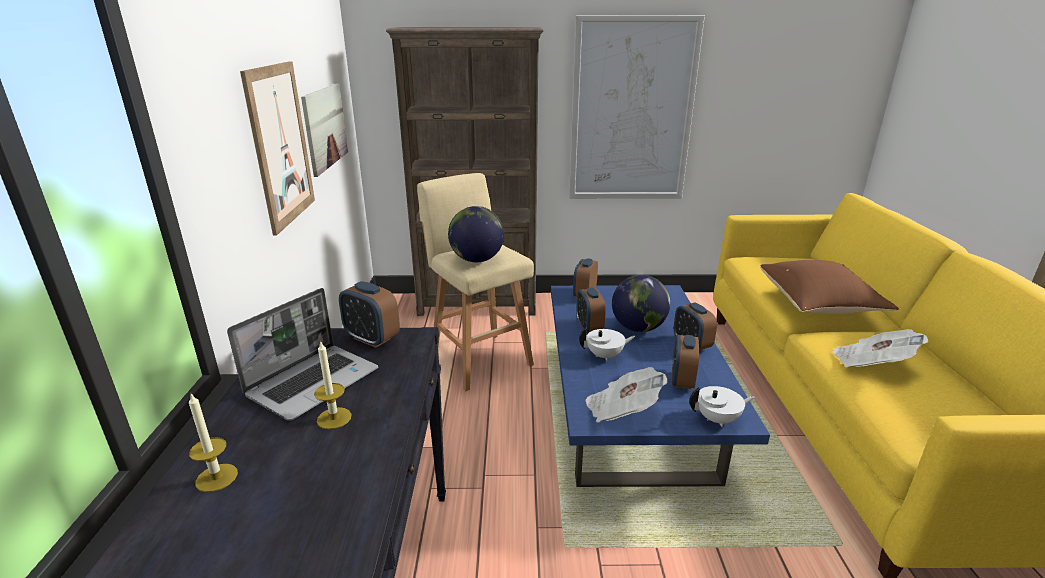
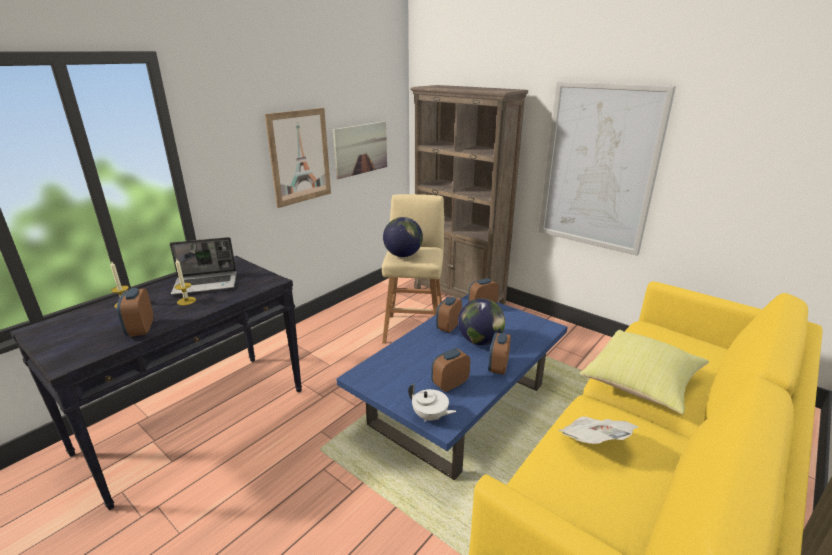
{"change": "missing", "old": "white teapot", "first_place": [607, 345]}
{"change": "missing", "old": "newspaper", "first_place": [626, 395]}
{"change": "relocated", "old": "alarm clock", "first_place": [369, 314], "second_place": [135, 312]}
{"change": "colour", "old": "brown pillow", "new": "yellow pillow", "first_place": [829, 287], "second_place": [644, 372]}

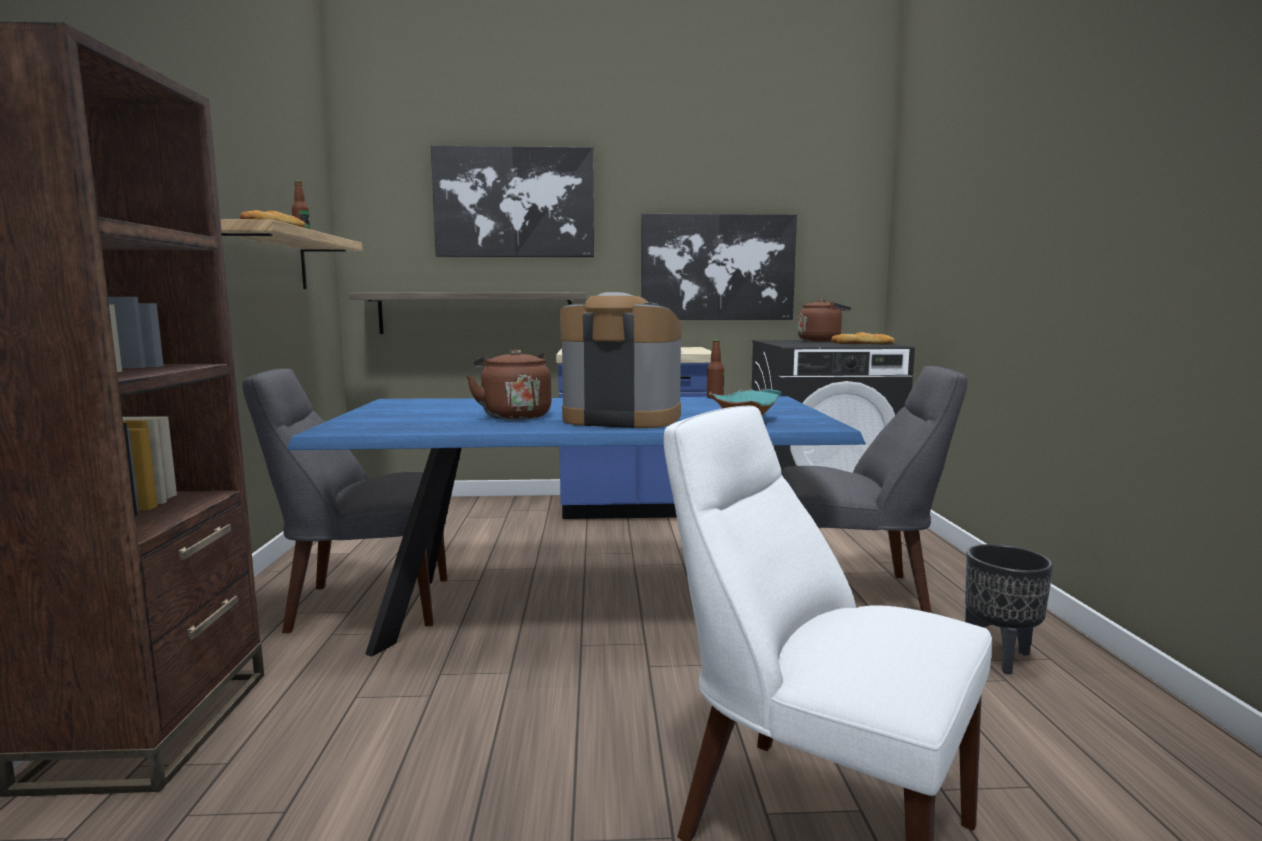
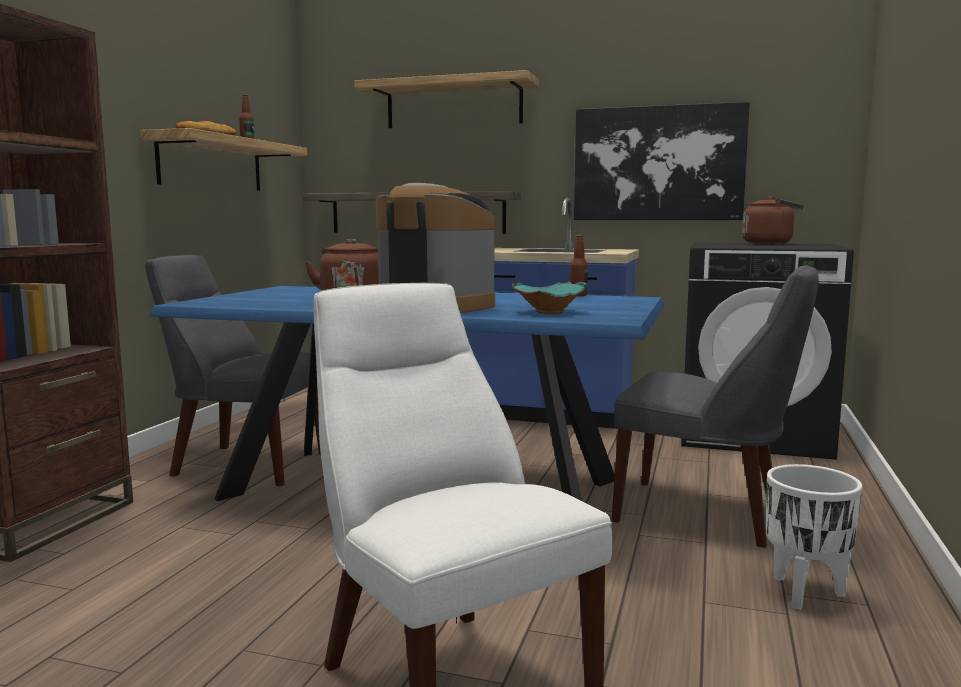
{"change": "missing", "old": "bread", "first_place": [863, 338]}
{"change": "exchanged", "old": "picture", "new": "shelf", "first_place": [512, 201], "second_place": [446, 99]}
{"change": "colour", "old": "black planter", "new": "white planter", "first_place": [1009, 609], "second_place": [814, 537]}

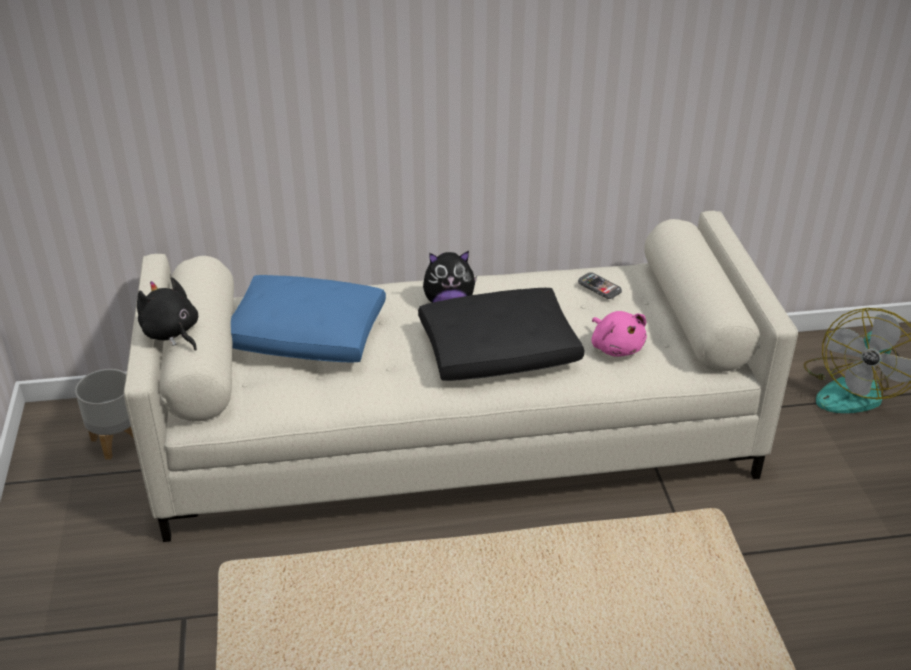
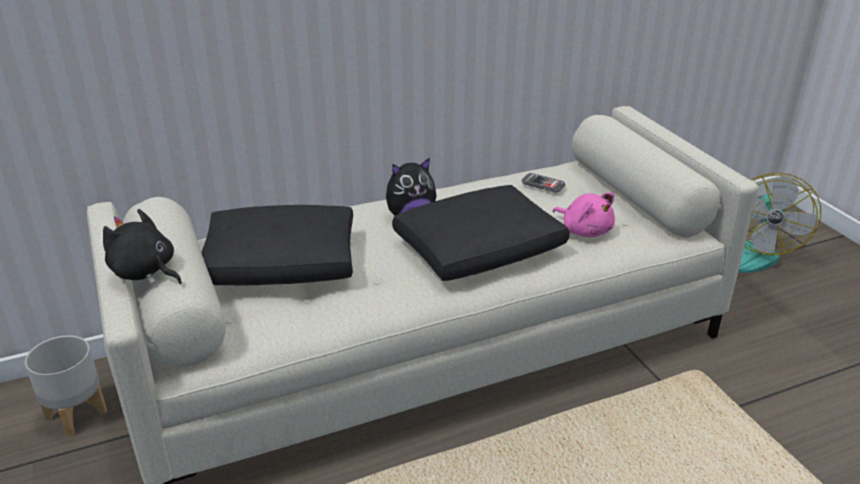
{"change": "colour", "old": "blue pillow", "new": "black pillow", "first_place": [308, 318], "second_place": [277, 245]}

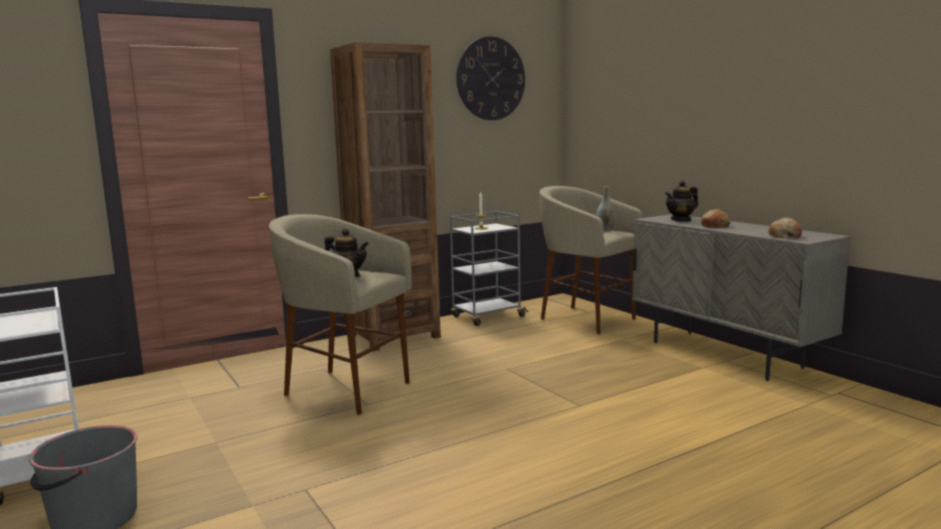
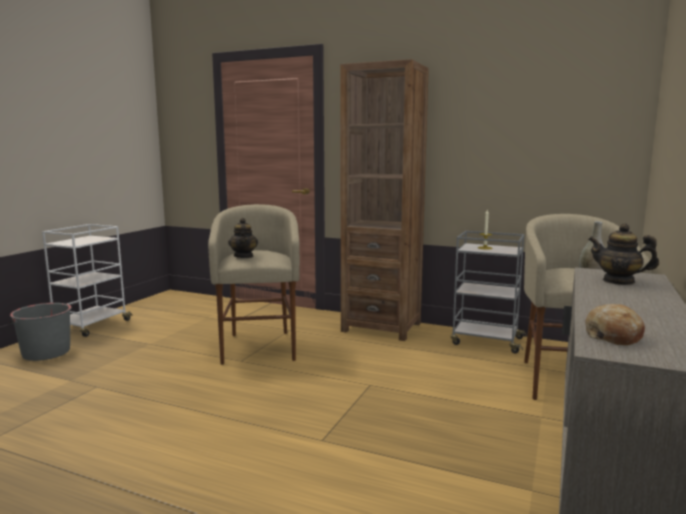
{"change": "missing", "old": "wall clock", "first_place": [490, 78]}
{"change": "missing", "old": "bread", "first_place": [715, 218]}

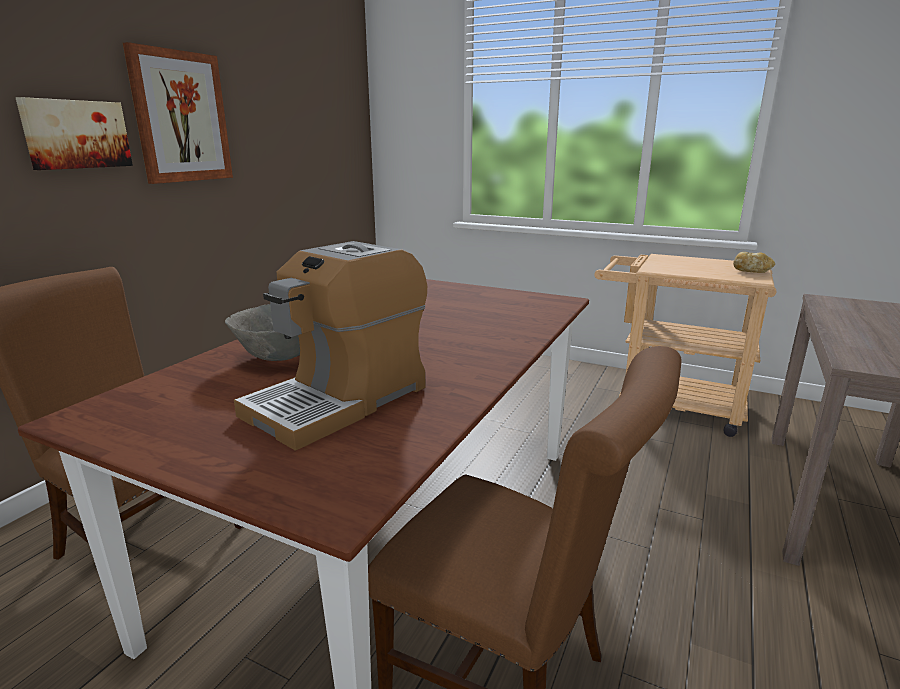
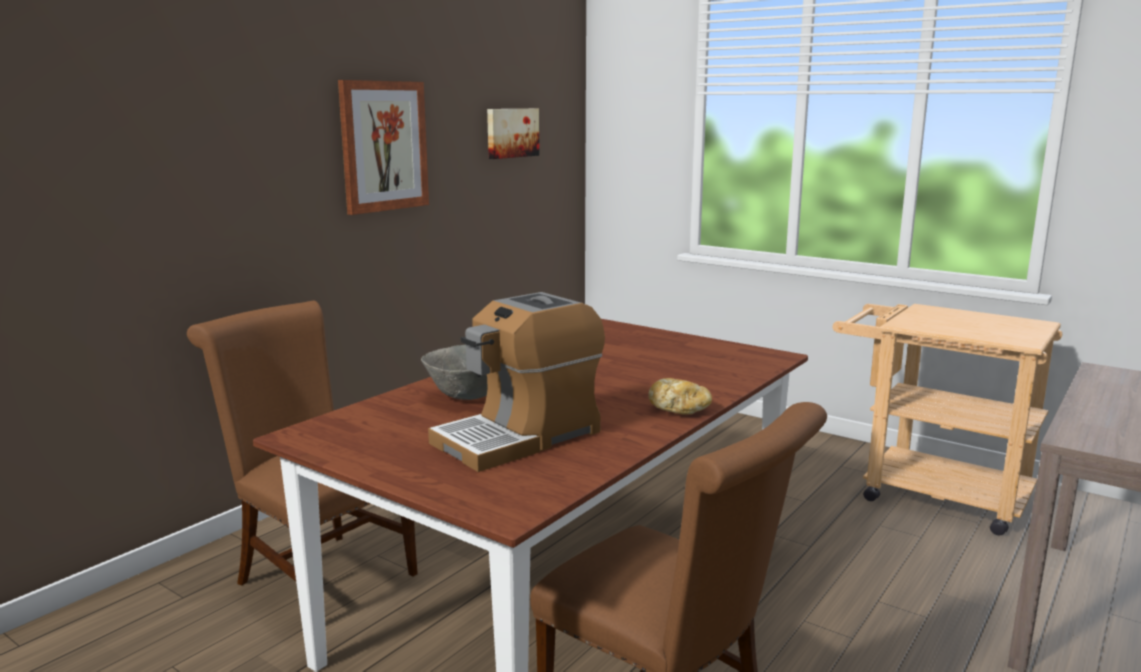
{"change": "relocated", "old": "picture", "first_place": [74, 133], "second_place": [513, 134]}
{"change": "relocated", "old": "bread", "first_place": [754, 262], "second_place": [680, 396]}

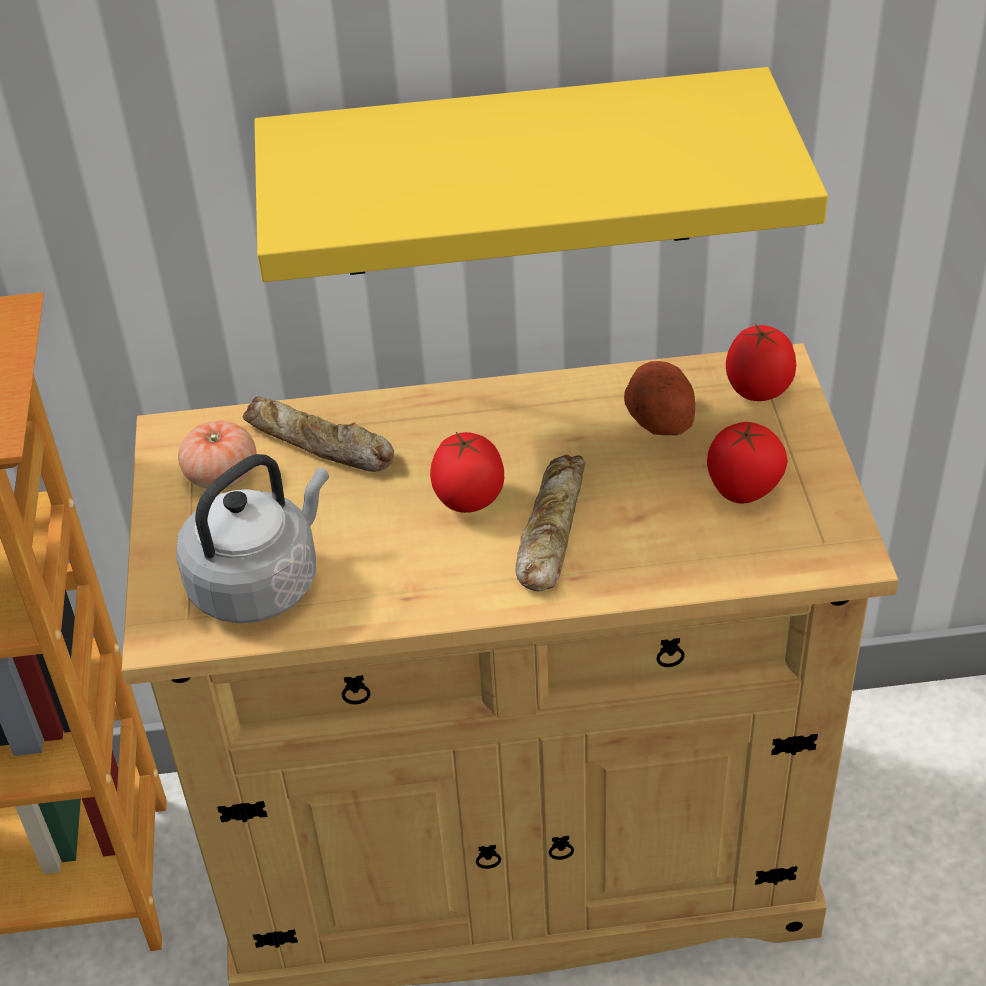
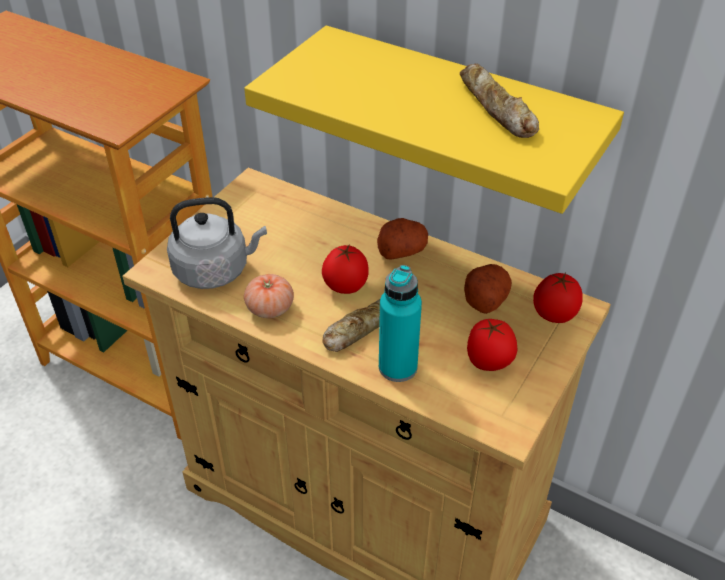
{"change": "appeared", "new": "potato", "second_place": [402, 239]}
{"change": "appeared", "new": "turquoise bottle", "second_place": [400, 323]}
{"change": "relocated", "old": "tomato", "first_place": [217, 454], "second_place": [269, 296]}
{"change": "relocated", "old": "bread", "first_place": [318, 434], "second_place": [499, 100]}

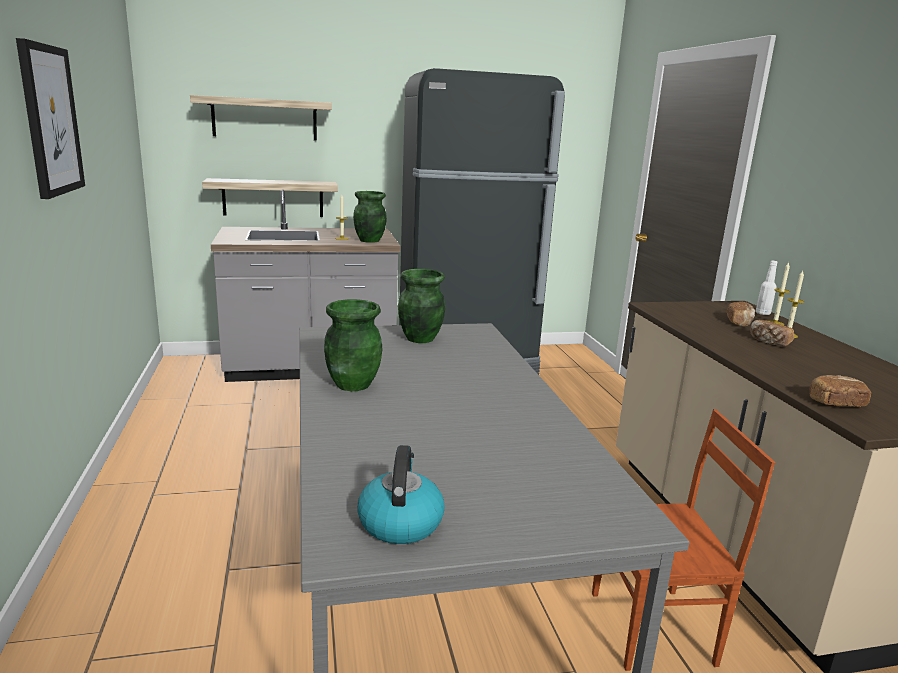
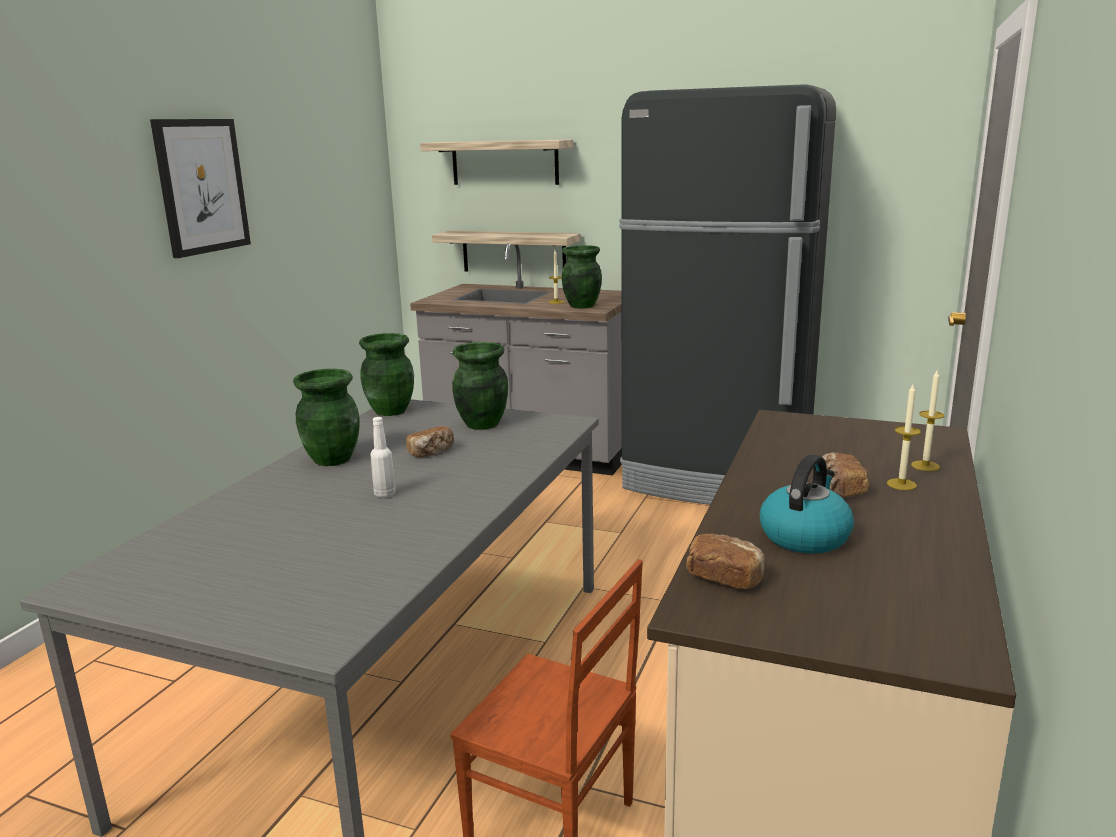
{"change": "appeared", "new": "green vase", "second_place": [386, 374]}
{"change": "relocated", "old": "kettle", "first_place": [401, 494], "second_place": [807, 504]}
{"change": "relocated", "old": "bread", "first_place": [741, 314], "second_place": [430, 441]}
{"change": "relocated", "old": "white bottle", "first_place": [767, 288], "second_place": [383, 457]}

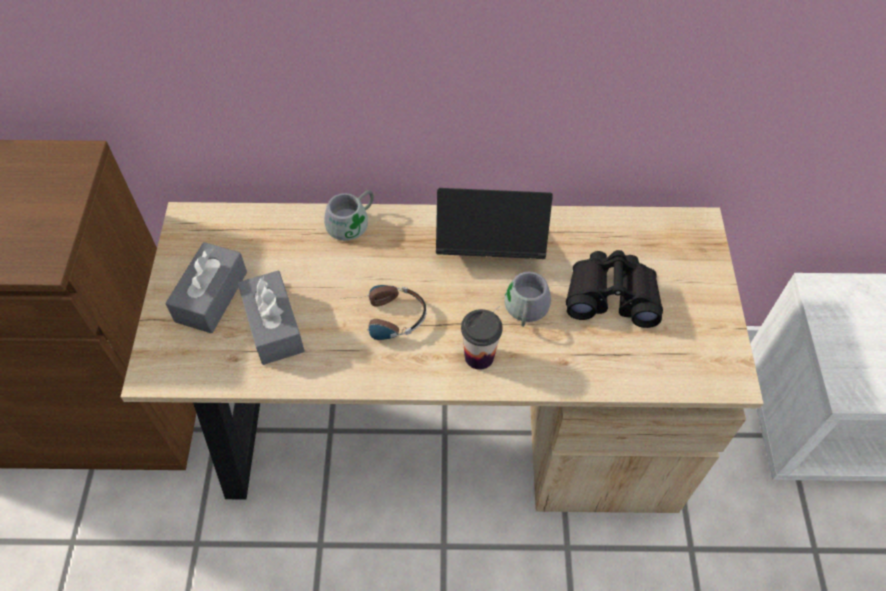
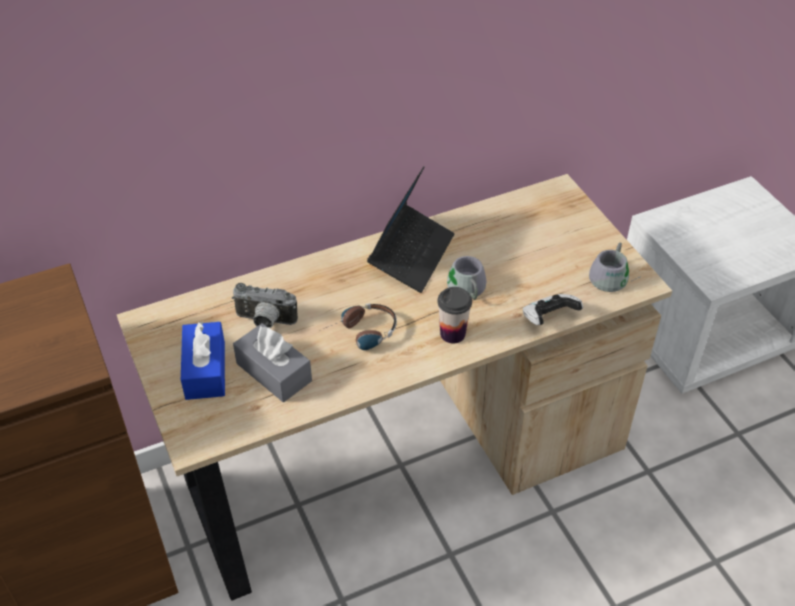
{"change": "missing", "old": "black binoculars", "first_place": [614, 289]}
{"change": "appeared", "new": "photo camera", "second_place": [265, 305]}
{"change": "appeared", "new": "game controller", "second_place": [553, 309]}
{"change": "relocated", "old": "grey mug", "first_place": [352, 215], "second_place": [615, 267]}
{"change": "colour", "old": "grey tissue box", "new": "blue tissue box", "first_place": [206, 287], "second_place": [203, 360]}
{"change": "spun", "old": "laptop", "first_place": [494, 223], "second_place": [410, 229], "degrees": 135}

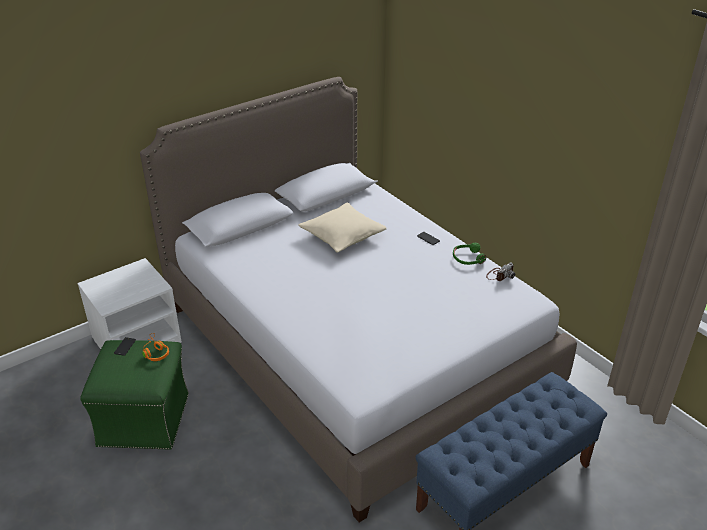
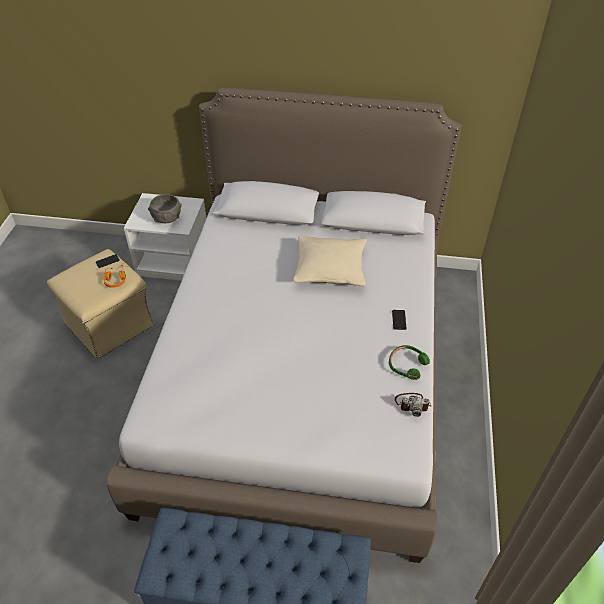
{"change": "appeared", "new": "grey bowl", "second_place": [165, 208]}
{"change": "colour", "old": "green ottoman", "new": "beige ottoman", "first_place": [134, 395], "second_place": [101, 304]}

